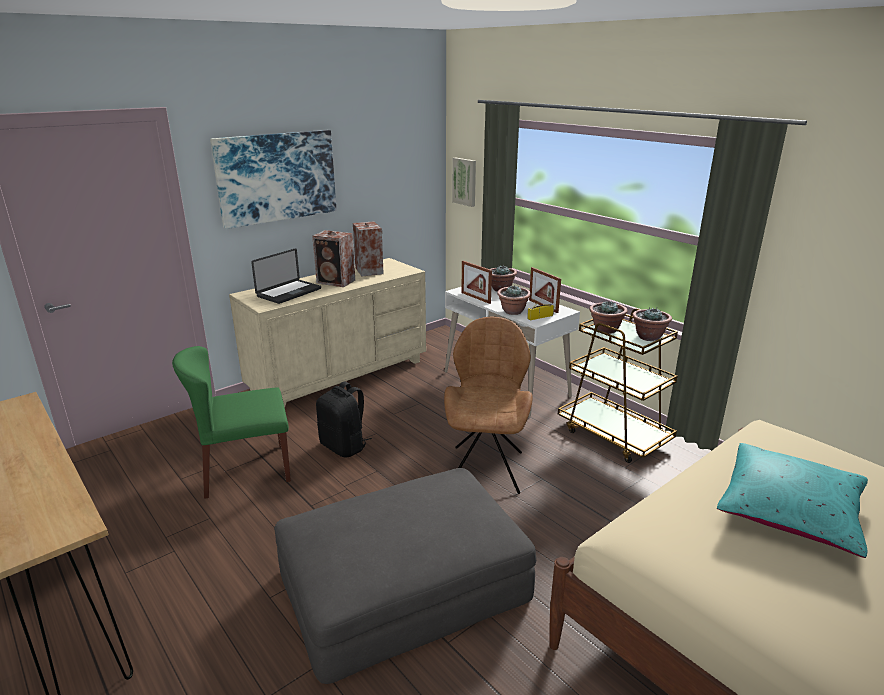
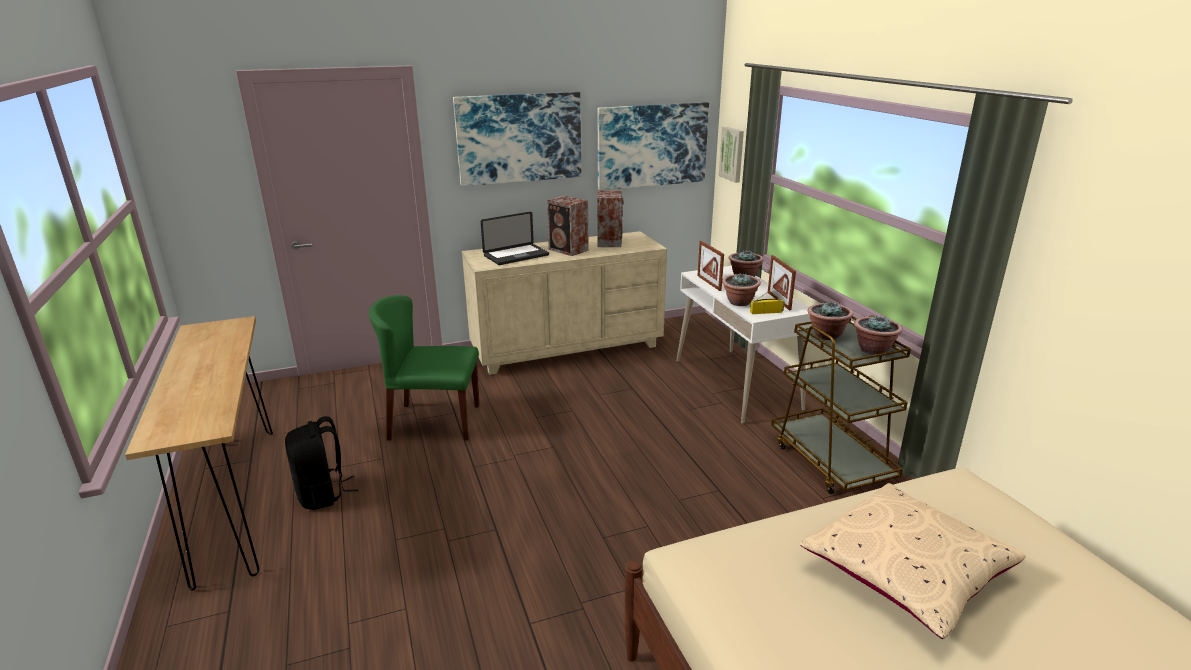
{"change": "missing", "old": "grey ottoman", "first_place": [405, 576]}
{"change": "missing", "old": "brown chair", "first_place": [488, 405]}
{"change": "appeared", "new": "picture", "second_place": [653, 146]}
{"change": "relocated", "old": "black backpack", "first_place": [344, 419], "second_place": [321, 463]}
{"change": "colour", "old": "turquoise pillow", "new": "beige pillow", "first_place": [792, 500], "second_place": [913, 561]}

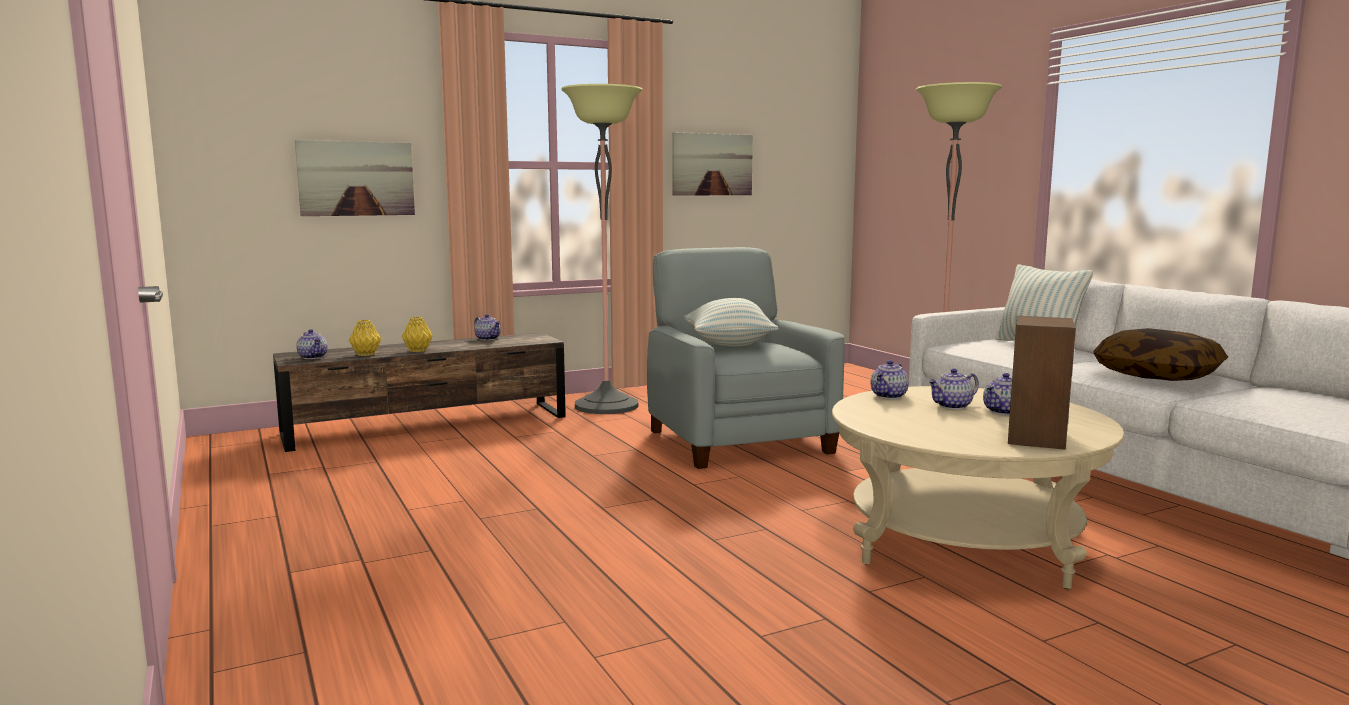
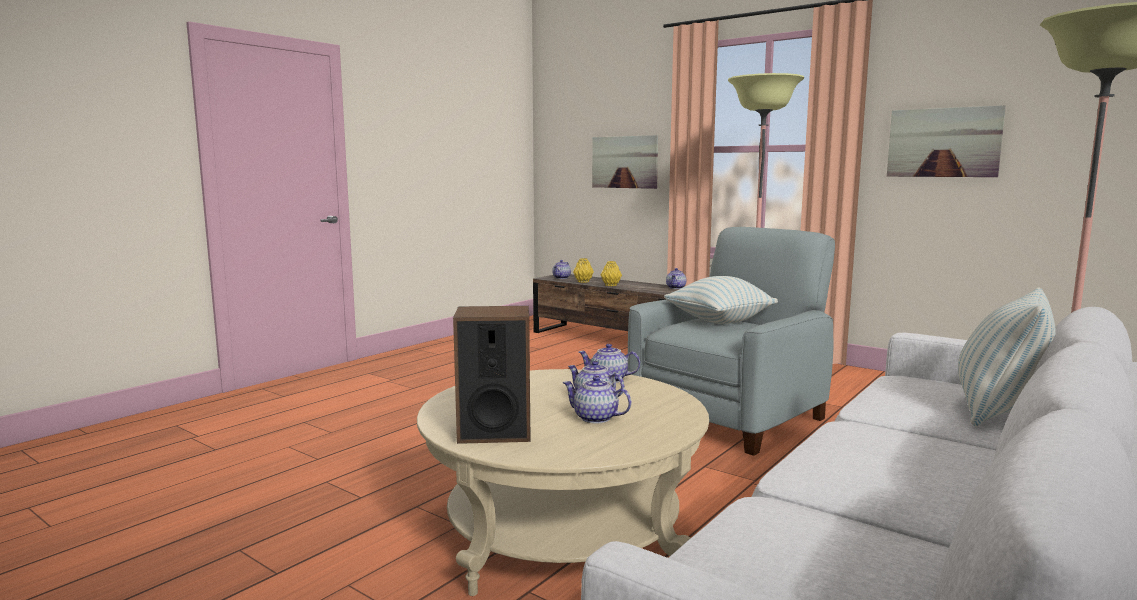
{"change": "missing", "old": "pillow", "first_place": [1160, 354]}

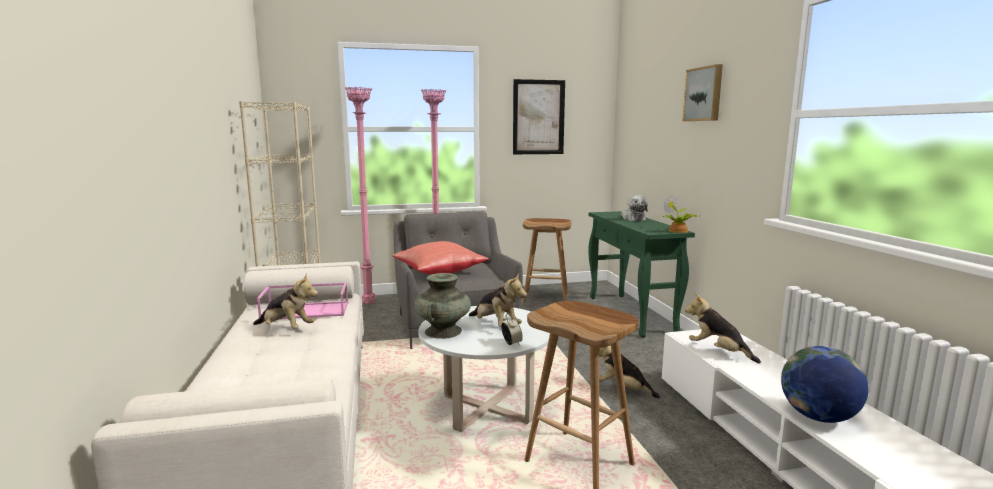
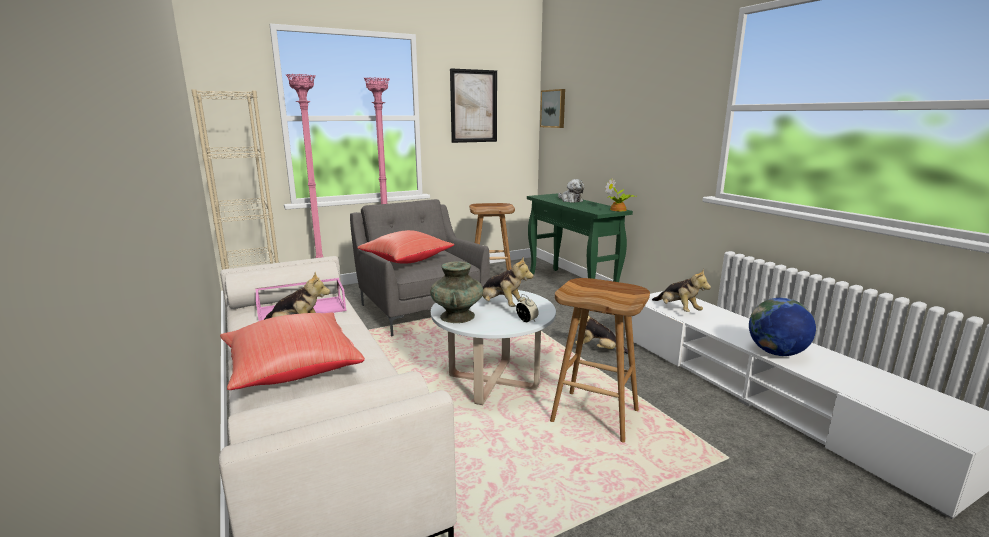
{"change": "appeared", "new": "red pillow", "second_place": [292, 351]}
{"change": "relocated", "old": "picture", "first_place": [702, 92], "second_place": [552, 108]}
{"change": "spun", "old": "plush toy", "first_place": [723, 328], "second_place": [681, 290], "degrees": -150}

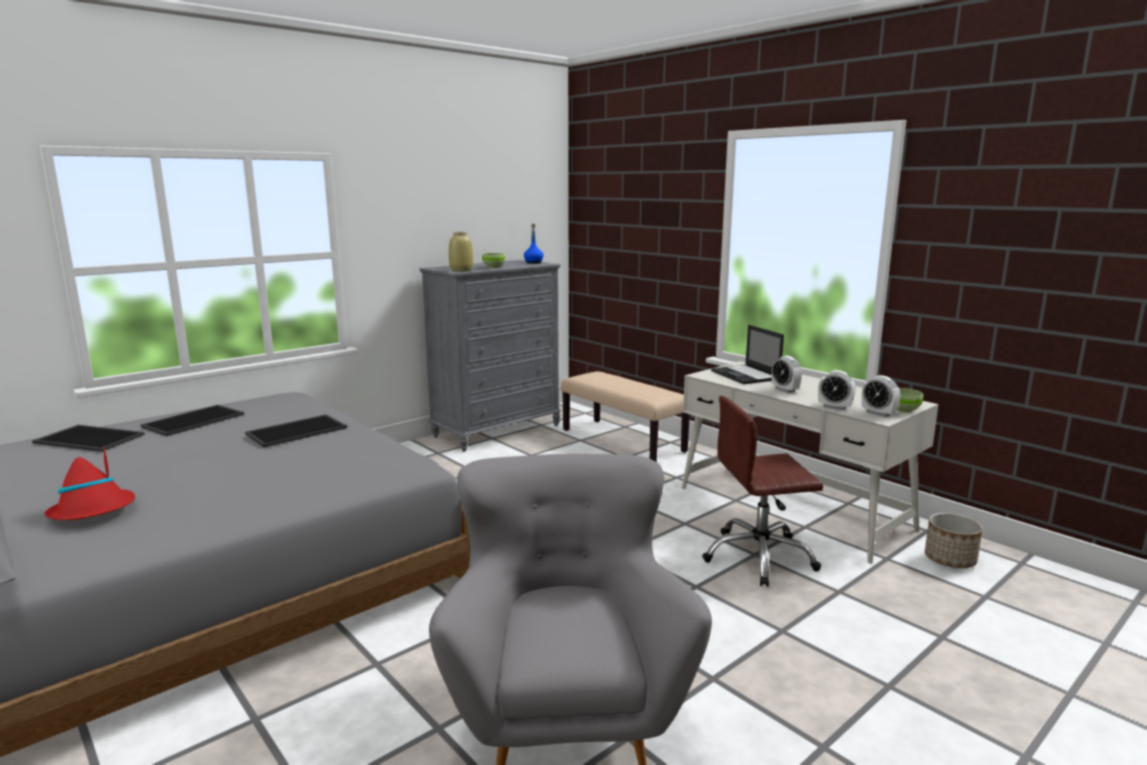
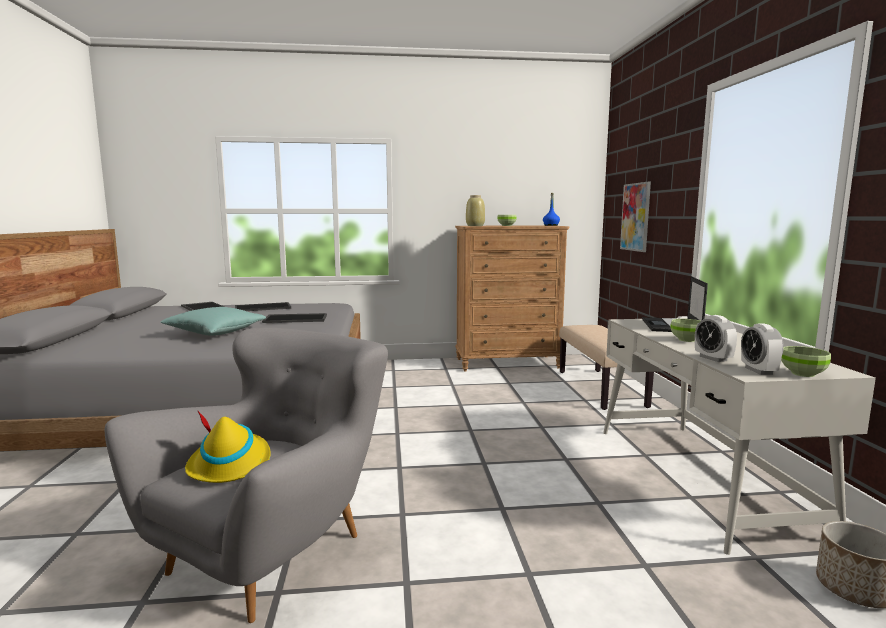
{"change": "missing", "old": "red hat", "first_place": [89, 484]}
{"change": "missing", "old": "brown office chair", "first_place": [762, 491]}
{"change": "appeared", "new": "turquoise pillow", "second_place": [213, 321]}
{"change": "appeared", "new": "yellow hat", "second_place": [227, 447]}
{"change": "appeared", "new": "picture", "second_place": [635, 217]}
{"change": "exchanged", "old": "alarm clock", "new": "green bowl", "first_place": [787, 374], "second_place": [685, 330]}
{"change": "colour", "old": "grey dresser", "new": "brown dresser", "first_place": [490, 355], "second_place": [512, 299]}

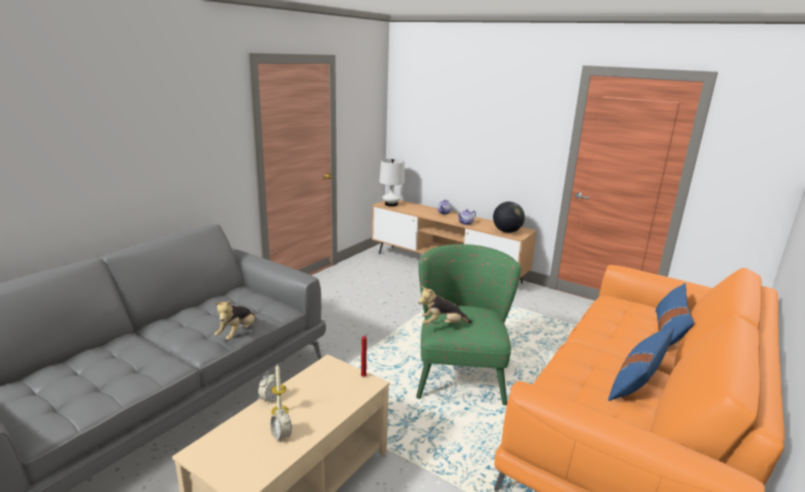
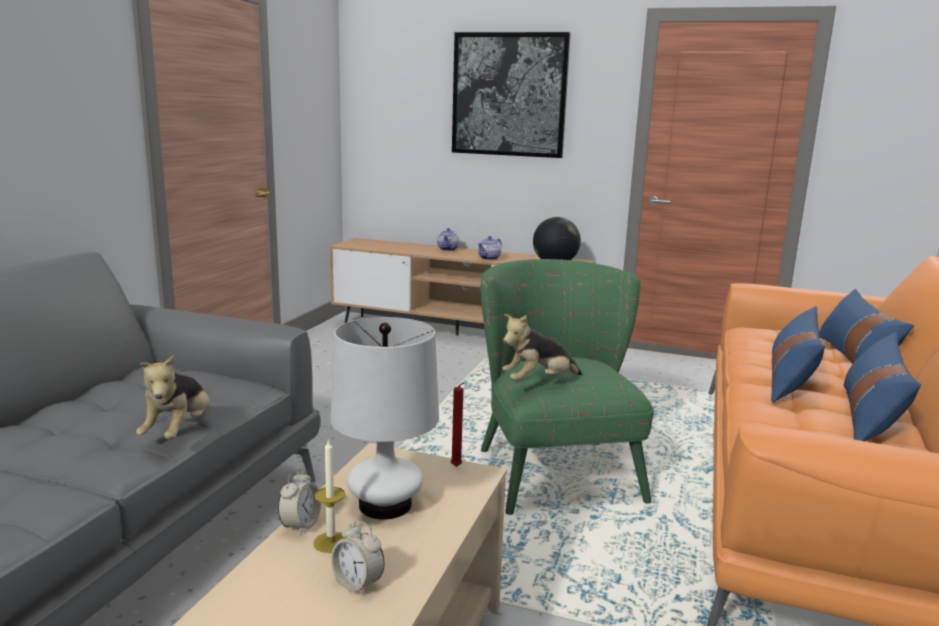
{"change": "appeared", "new": "picture", "second_place": [511, 95]}
{"change": "appeared", "new": "blue pillow", "second_place": [798, 354]}
{"change": "relocated", "old": "white table lamp", "first_place": [392, 182], "second_place": [384, 418]}

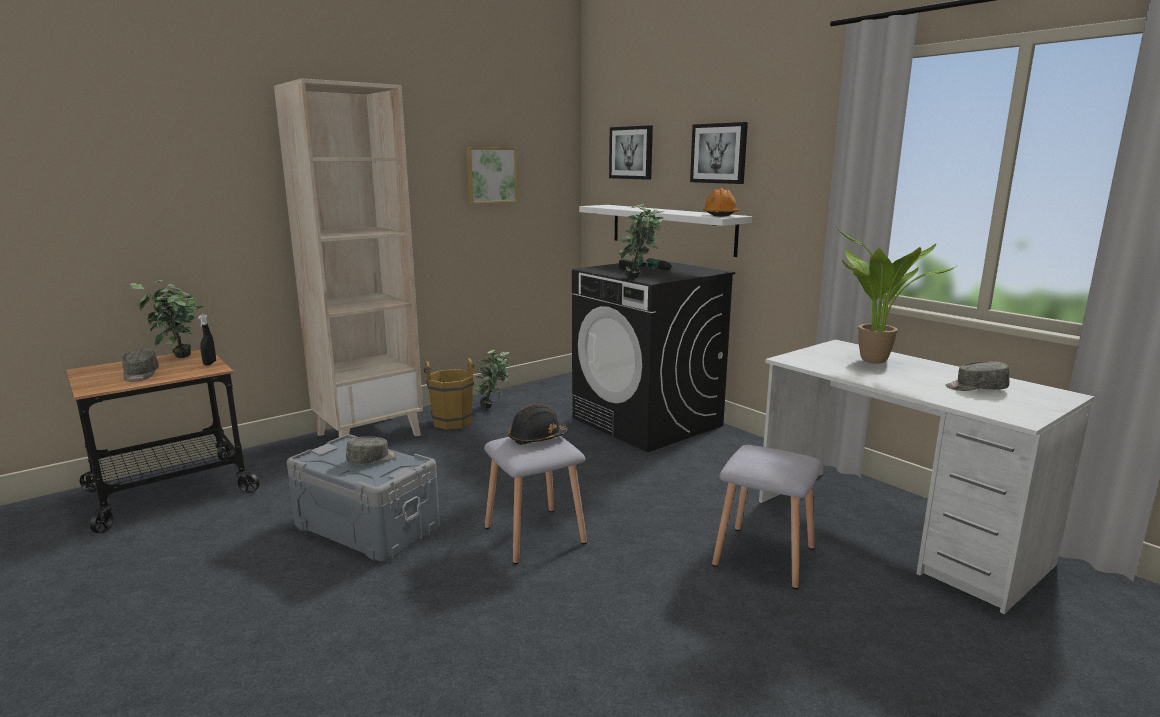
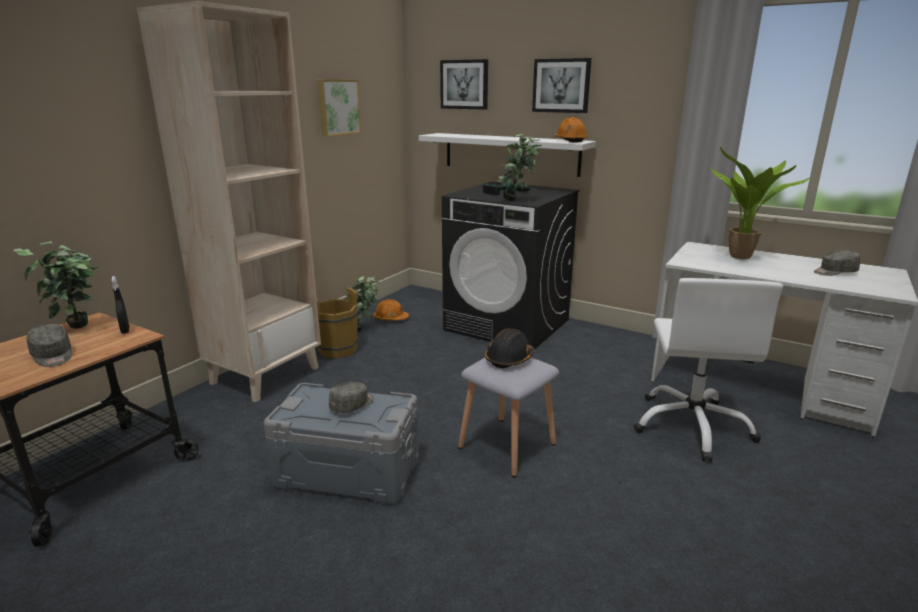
{"change": "appeared", "new": "orange hard hat", "second_place": [391, 309]}
{"change": "exchanged", "old": "grey stool", "new": "white office chair", "first_place": [766, 517], "second_place": [708, 370]}

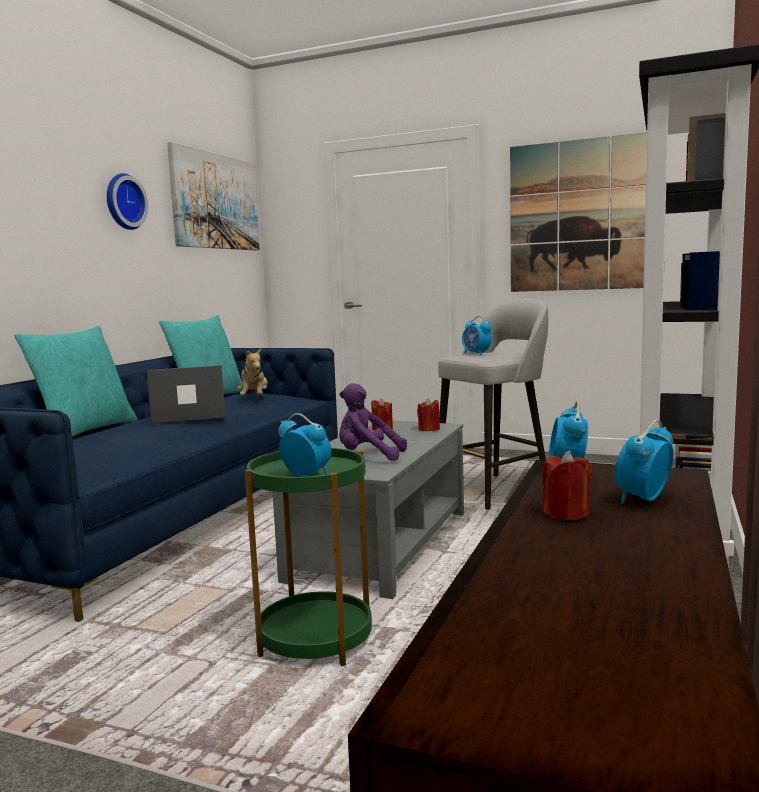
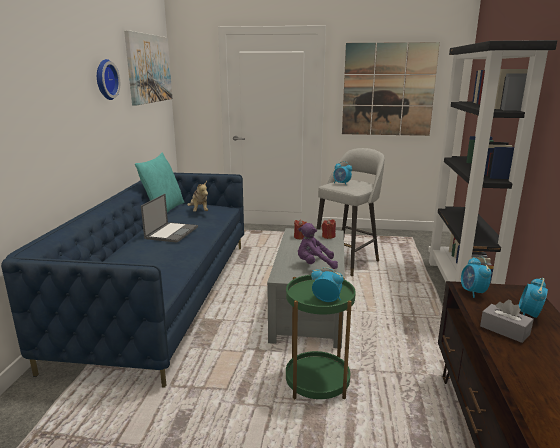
{"change": "missing", "old": "turquoise pillow", "first_place": [76, 381]}
{"change": "exchanged", "old": "red candle", "new": "grey tissue box", "first_place": [567, 485], "second_place": [507, 321]}
{"change": "spun", "old": "laptop", "first_place": [186, 394], "second_place": [169, 218], "degrees": 135}

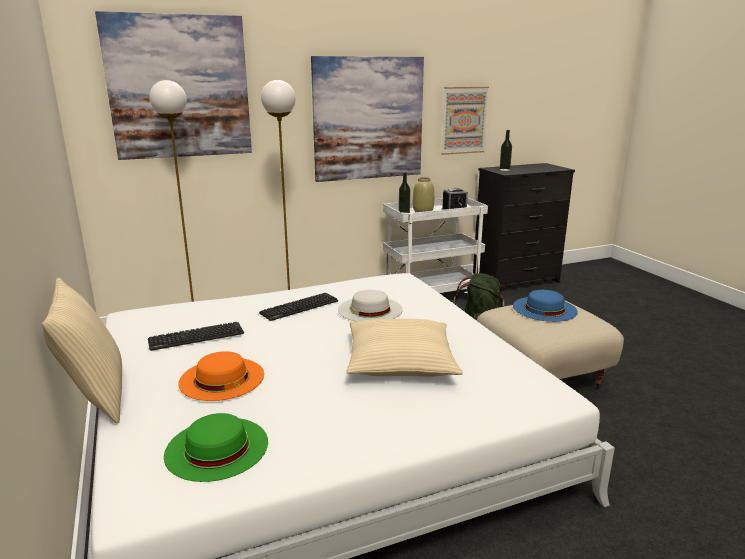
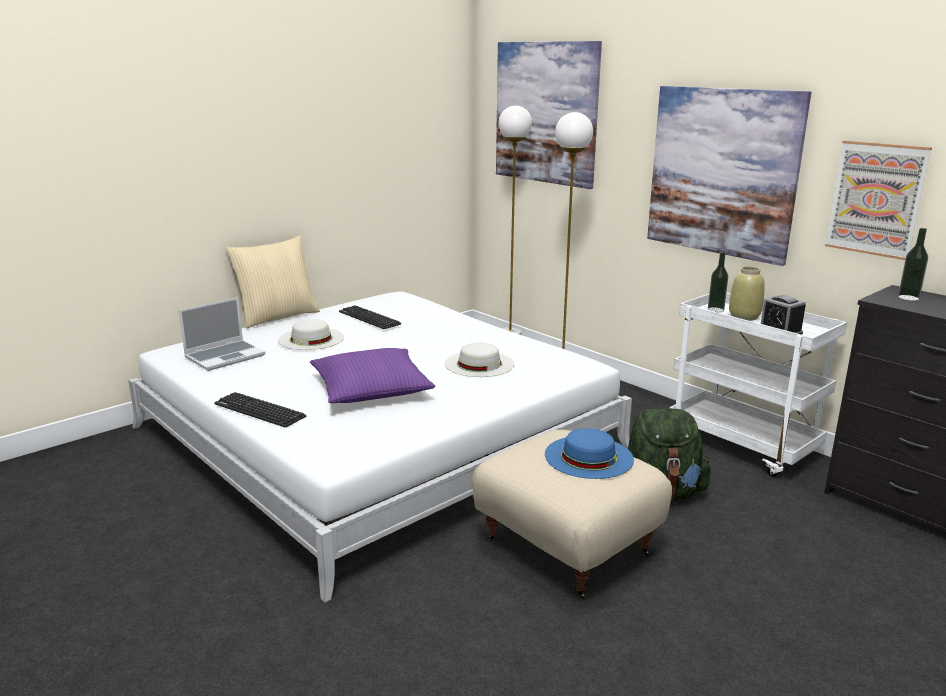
{"change": "relocated", "old": "keyboard", "first_place": [298, 307], "second_place": [260, 409]}
{"change": "exchanged", "old": "green hat", "new": "laptop", "first_place": [216, 447], "second_place": [222, 334]}
{"change": "colour", "old": "orange hat", "new": "white hat", "first_place": [221, 376], "second_place": [311, 334]}
{"change": "colour", "old": "beige pillow", "new": "purple pillow", "first_place": [405, 348], "second_place": [372, 375]}

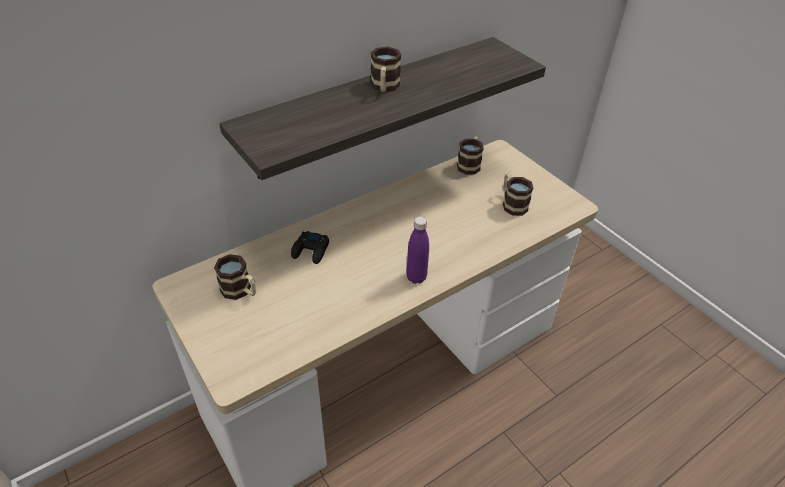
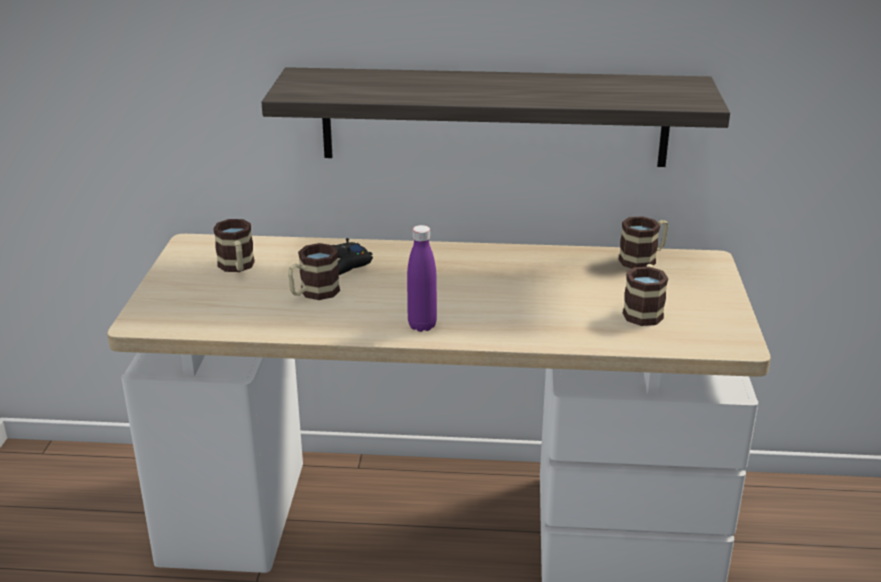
{"change": "relocated", "old": "mug", "first_place": [386, 69], "second_place": [314, 271]}

